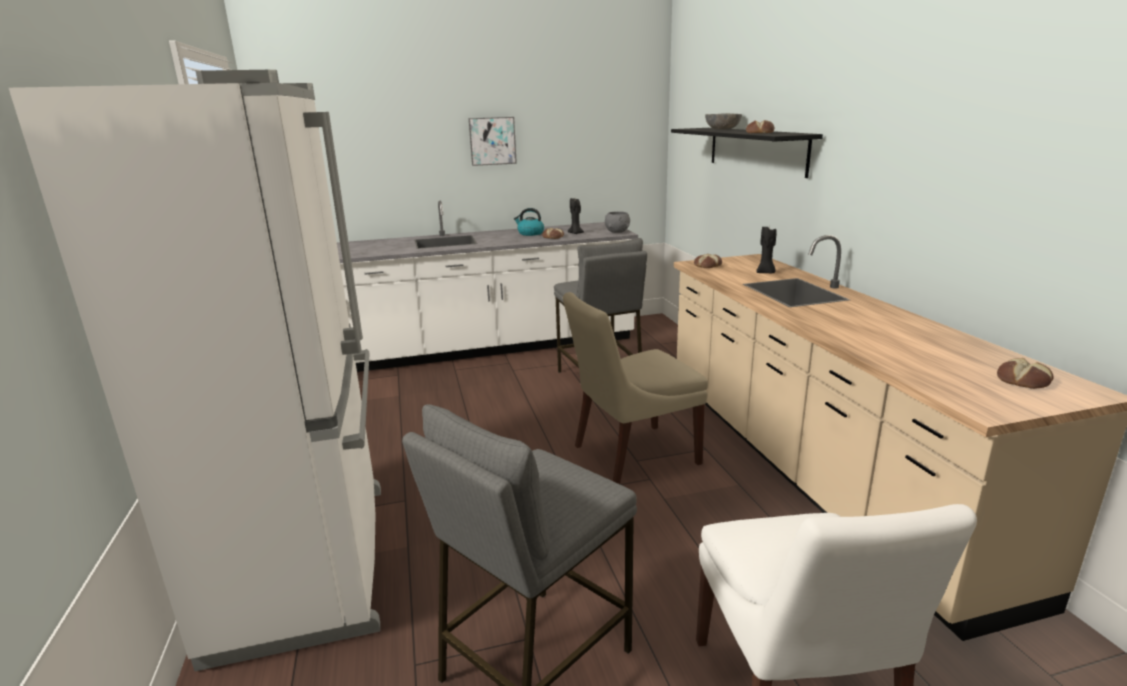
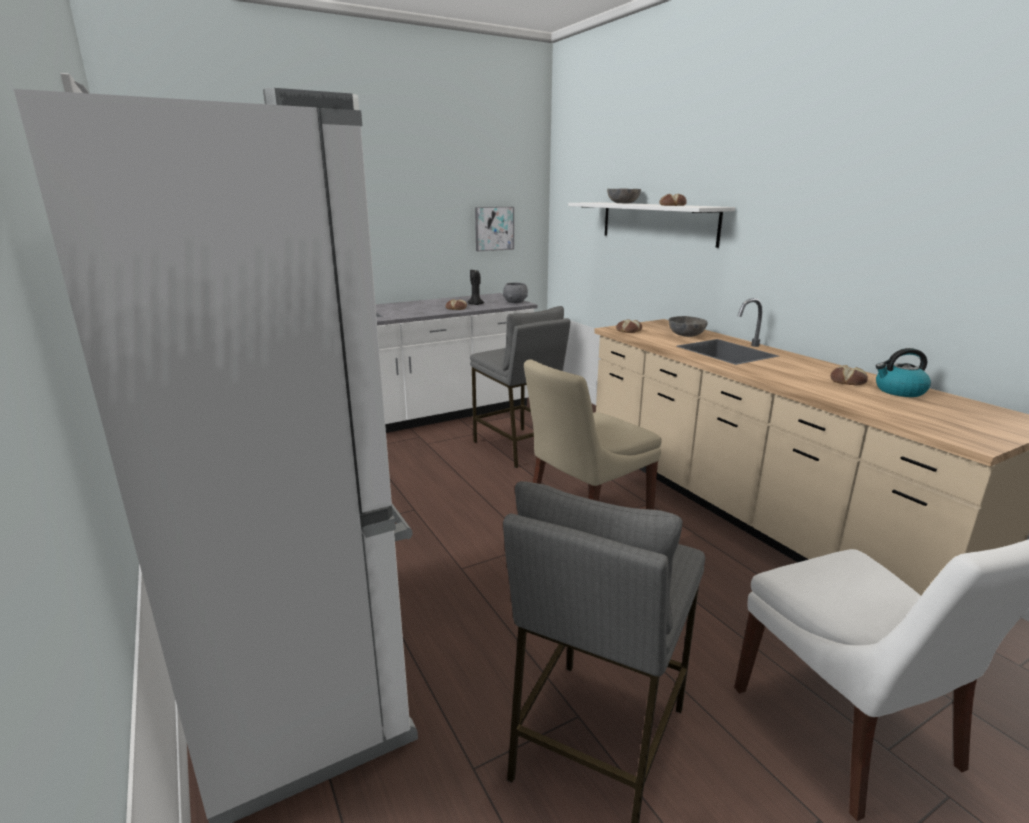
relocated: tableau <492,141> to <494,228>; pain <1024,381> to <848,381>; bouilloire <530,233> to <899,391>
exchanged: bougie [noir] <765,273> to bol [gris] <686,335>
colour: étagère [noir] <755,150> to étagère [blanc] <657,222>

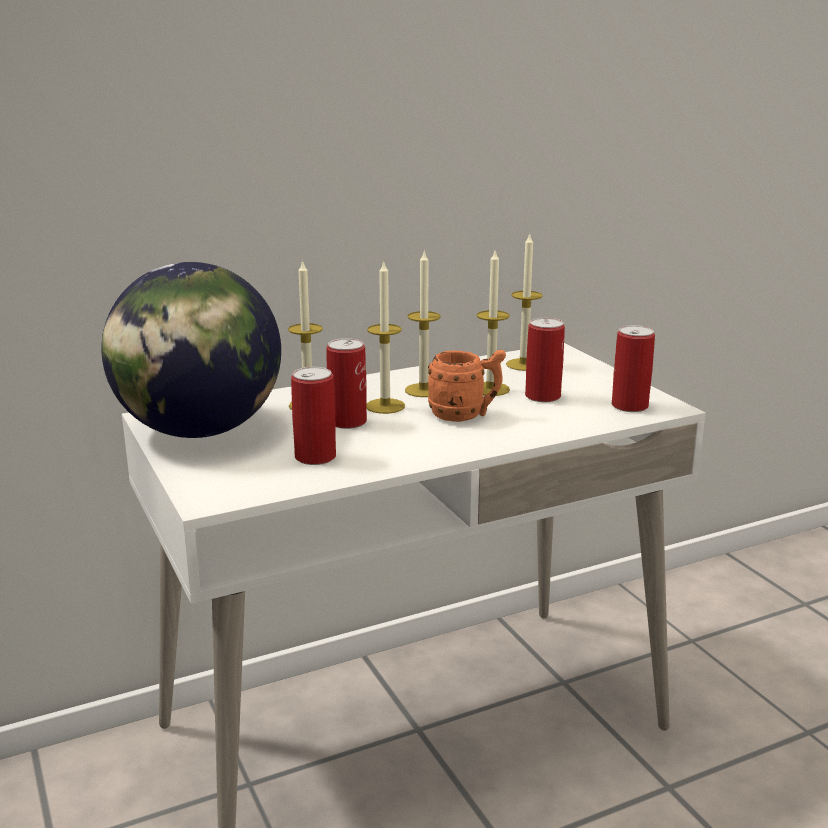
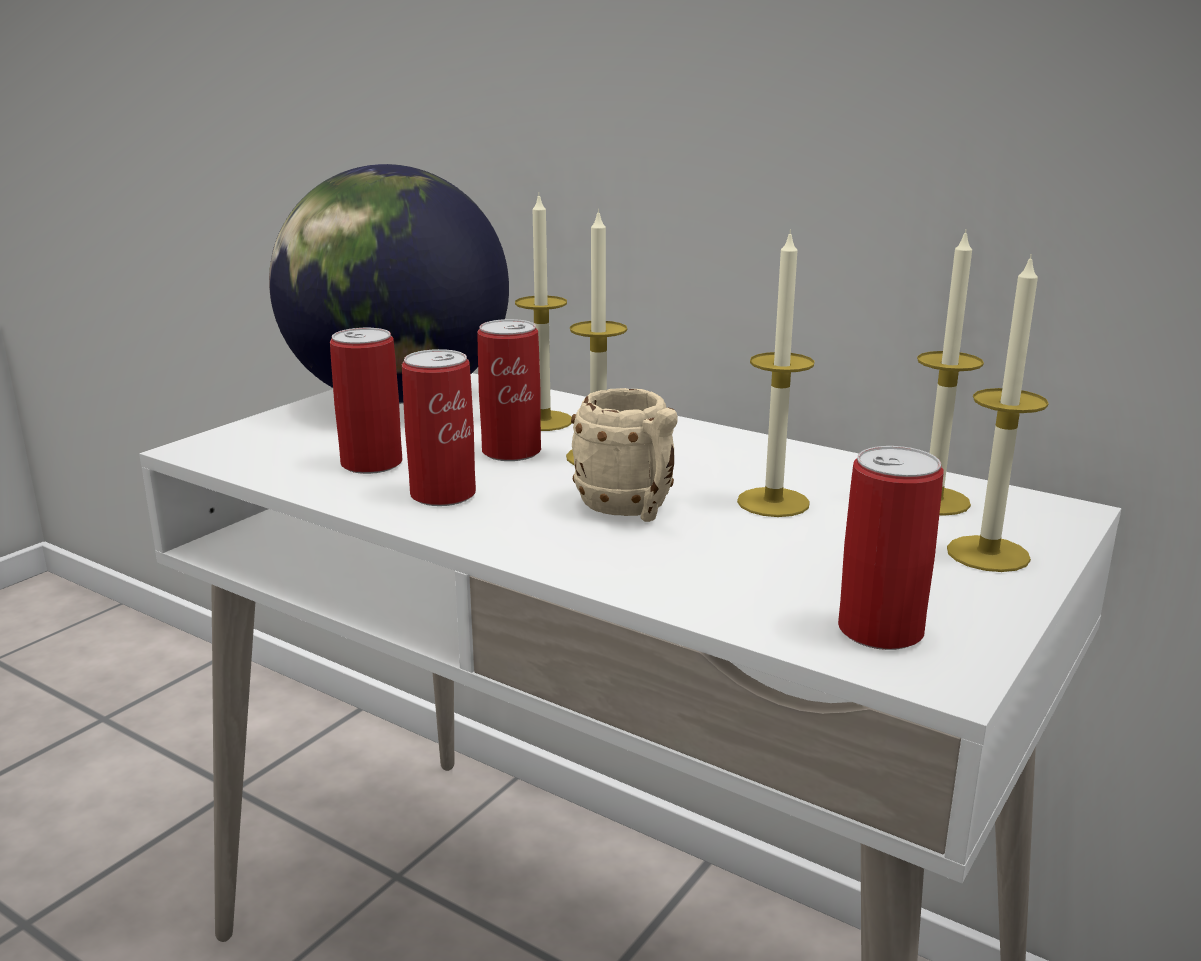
relocated: boîte métallique <542,396> to <443,494>; bougie <423,390> to <988,554>
colour: mug [orange] <465,415> to mug [beige] <632,510>

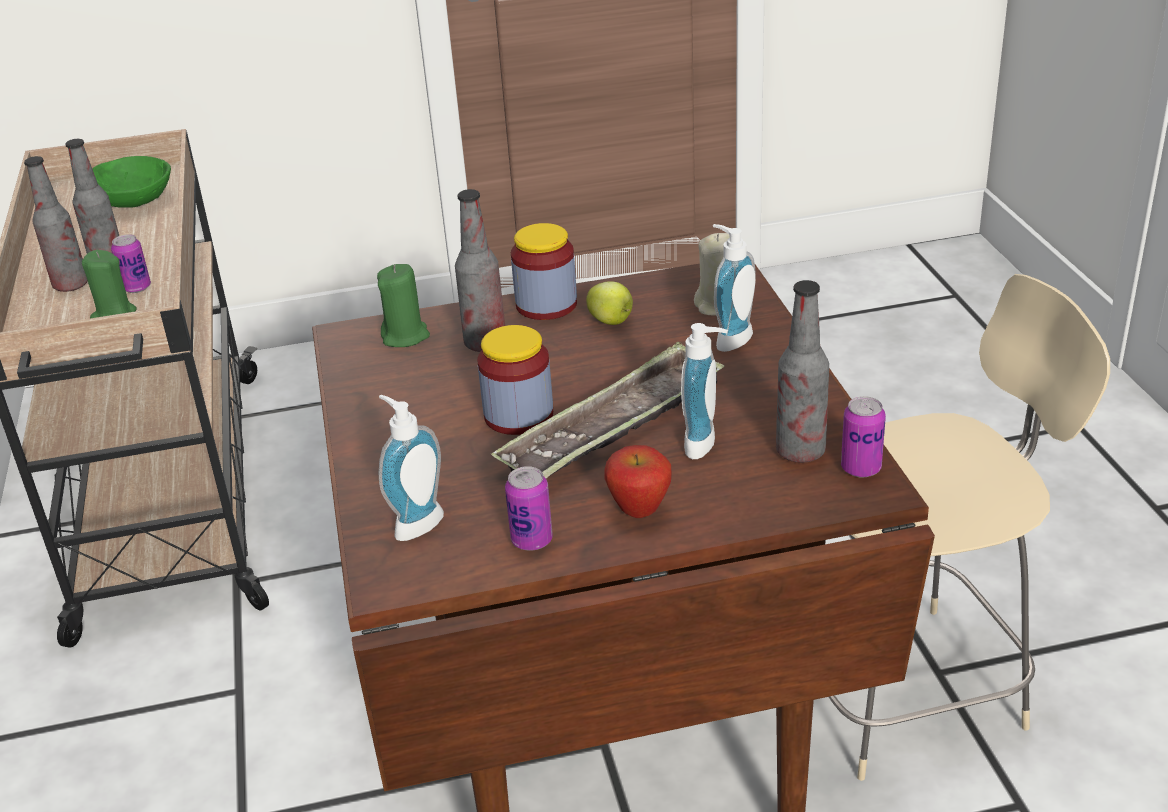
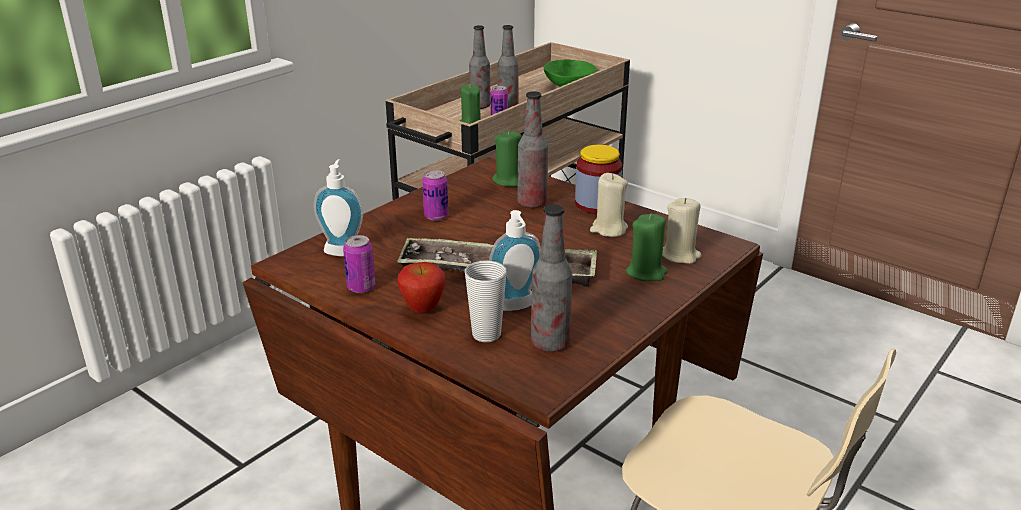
missing: bocal <518,415>
appeared: tasse <486,334>
relocated: boîte métallique <861,468> to <436,216>
exchanged: pomme <612,322> to bougie [beige] <608,229>; distributeur de savon <729,339> to bougie [vert] <646,273>

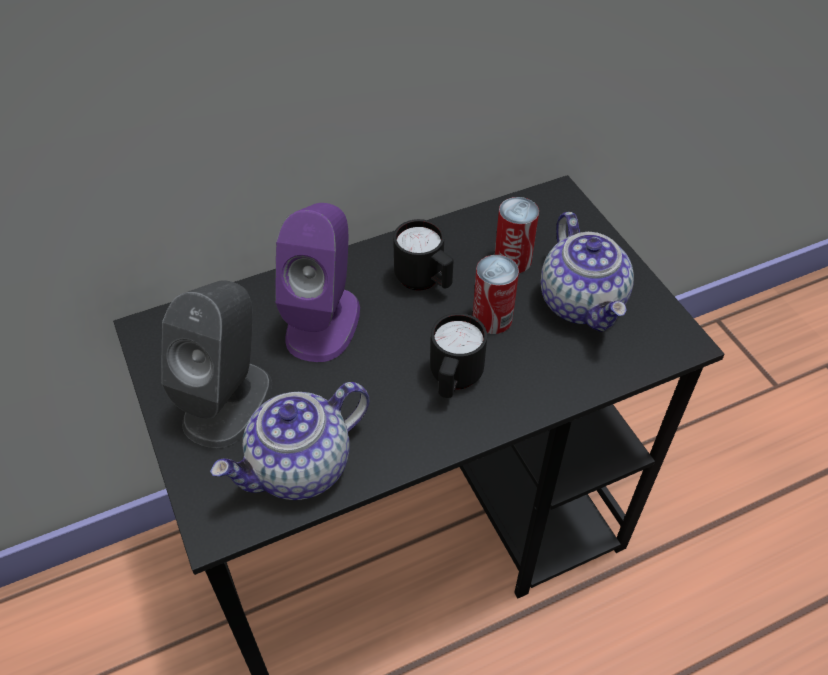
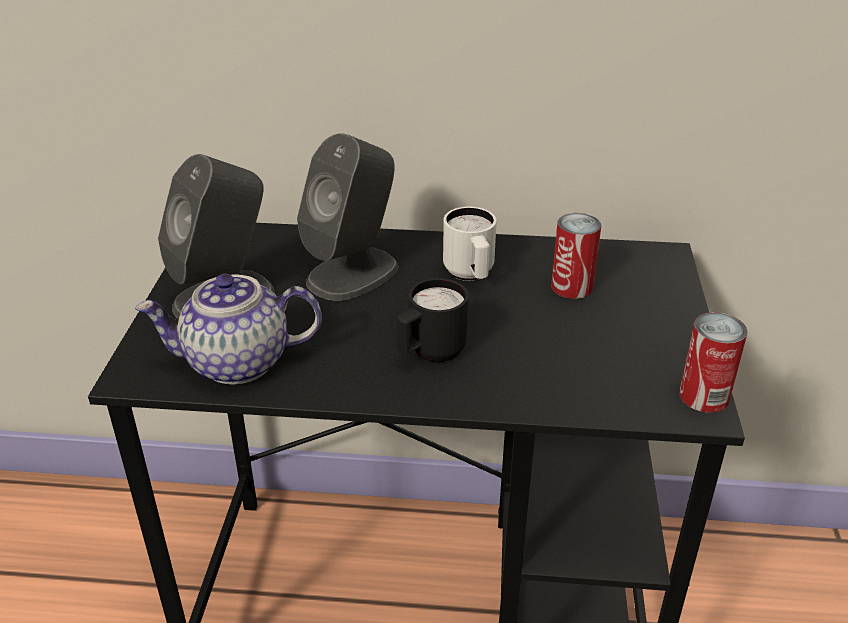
missing: théière <583,303>
relocated: boîte métallique <492,318> to <704,396>
colour: enceinte [violet] <323,322> to enceinte [gris] <353,273>; mug [noir] <424,281> to mug [blanc] <470,275>

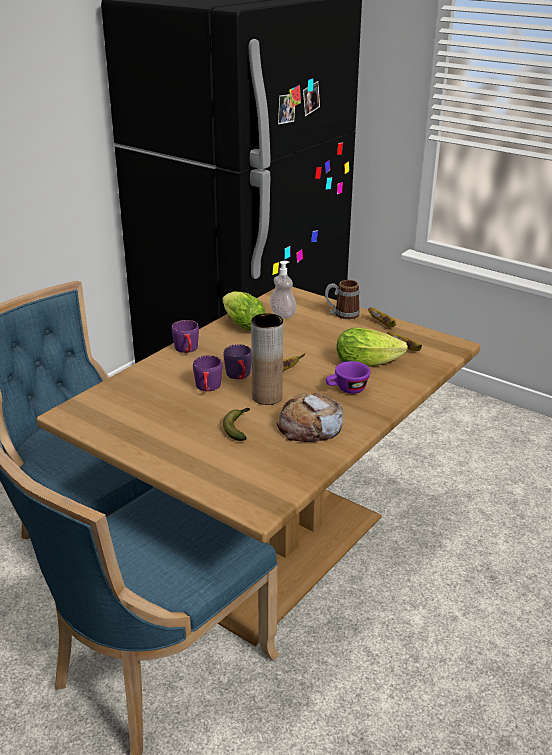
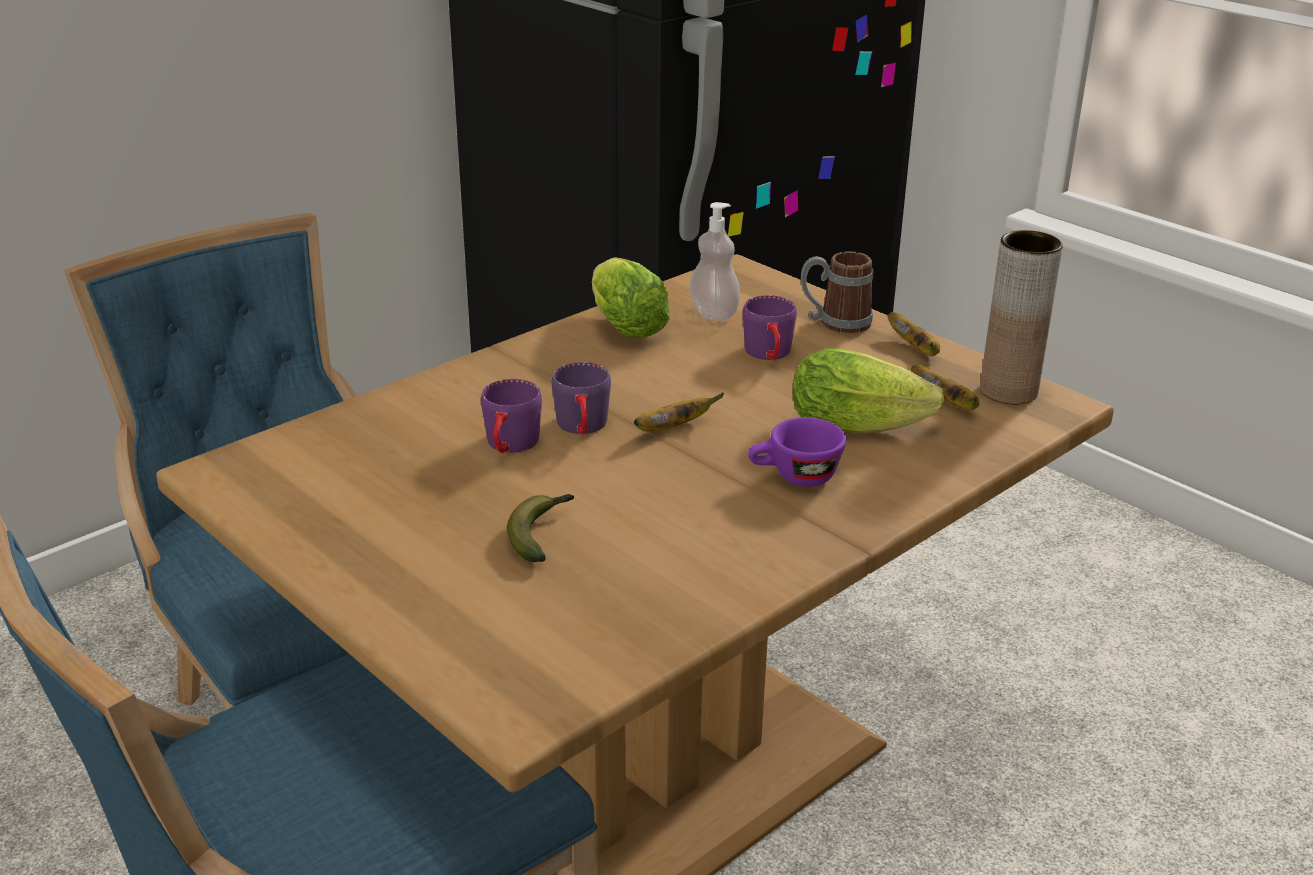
missing: pain <310,425>
relocated: mug [violet] <187,350> to <770,355>; vase [marron] <267,397> to <1008,391>

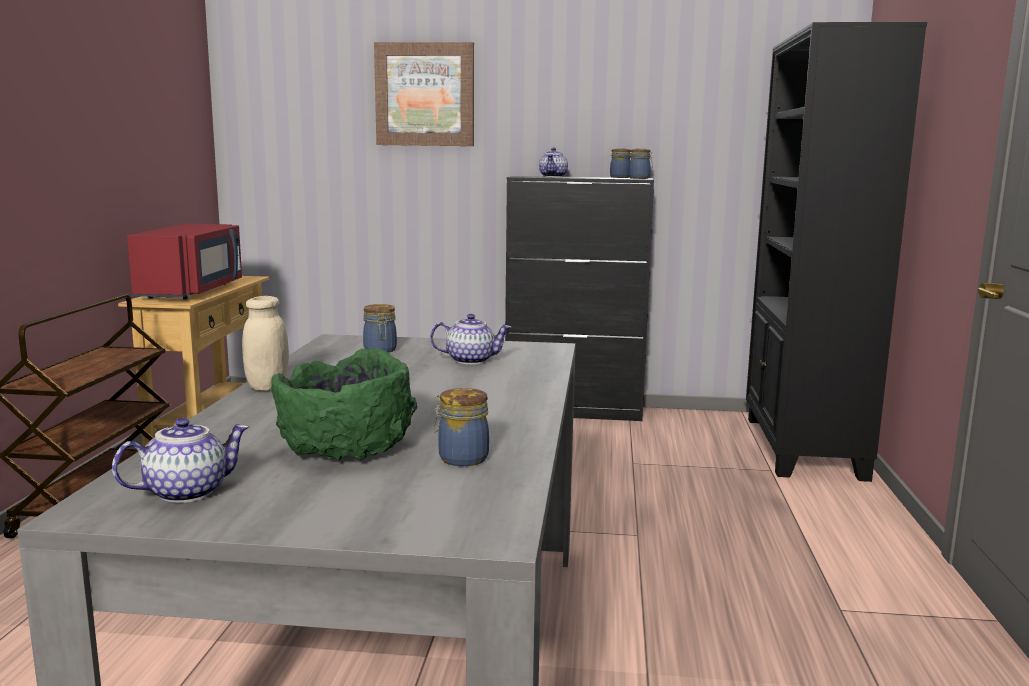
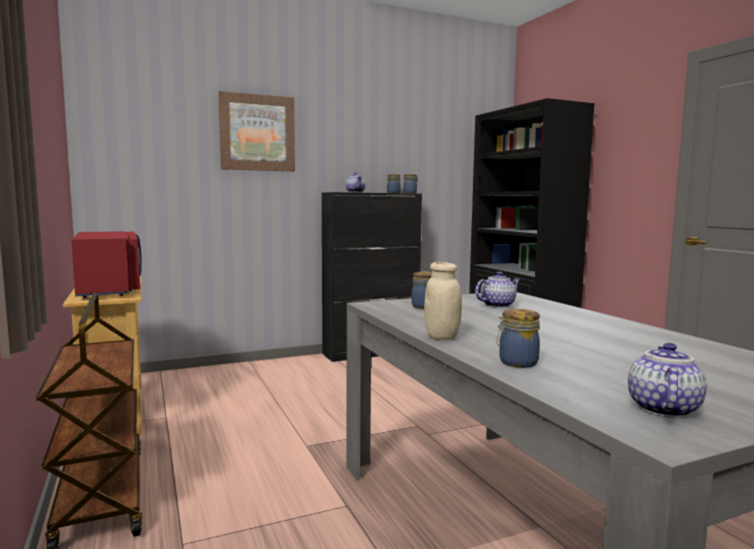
missing: bol [vert] <346,447>
relocated: bocal <461,458> to <516,363>

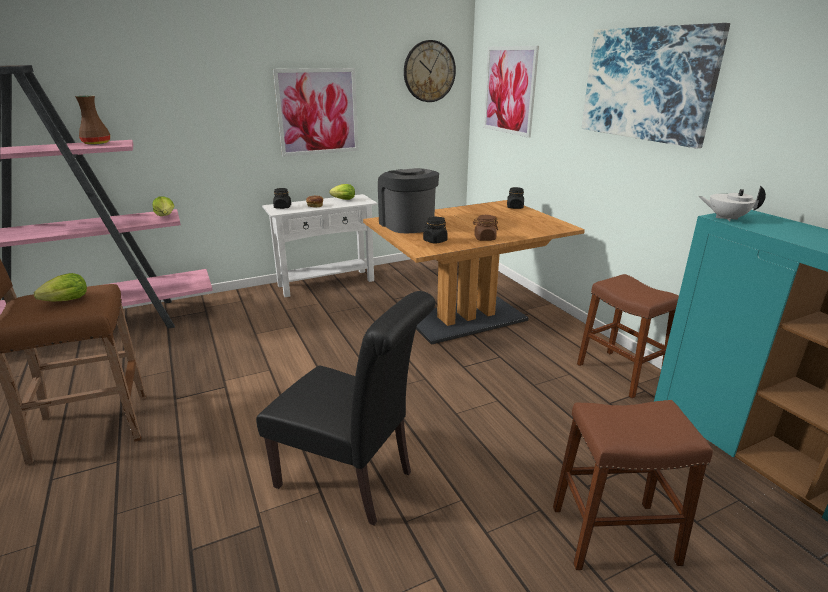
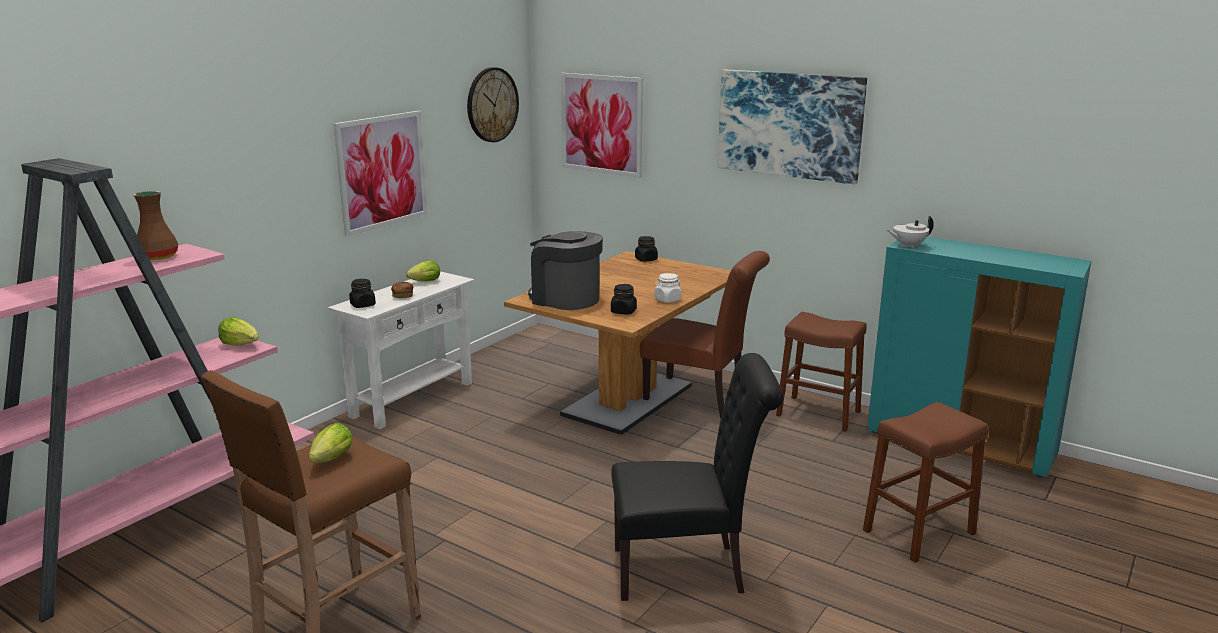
appeared: chaise [marron] <701,401>
colour: bocal [marron] <484,238> to bocal [blanc] <667,300>

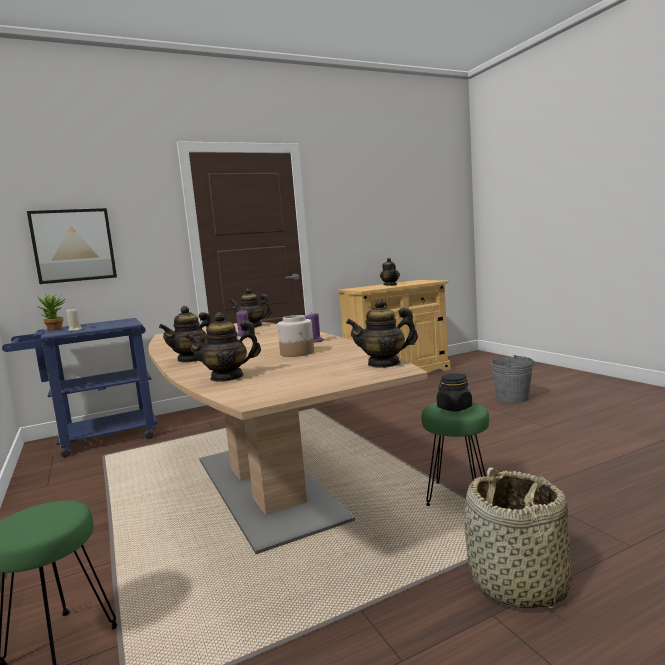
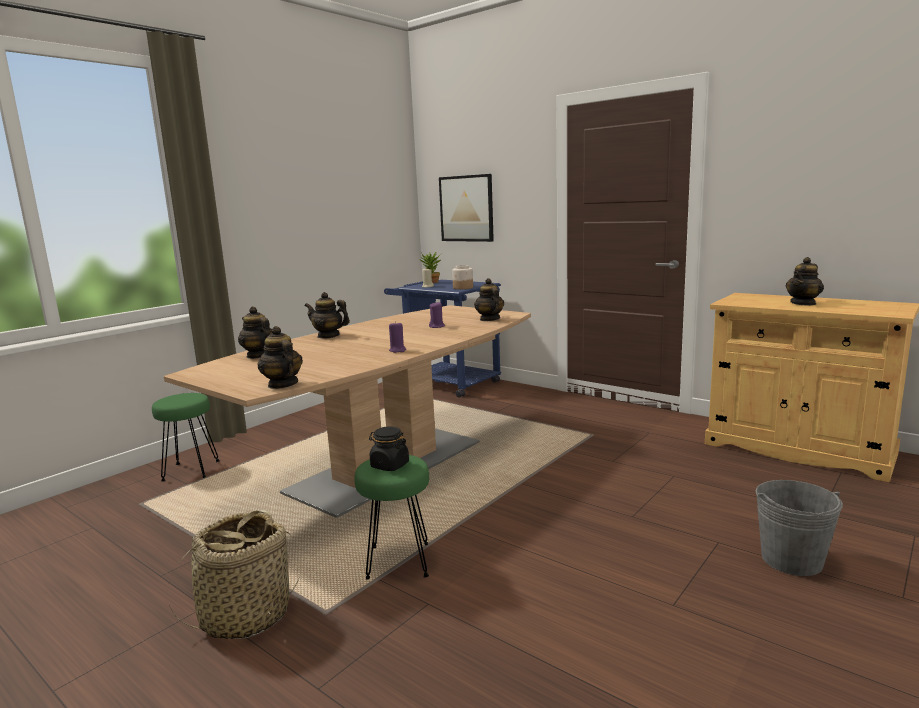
relocated: bocal <297,353> to <463,288>

